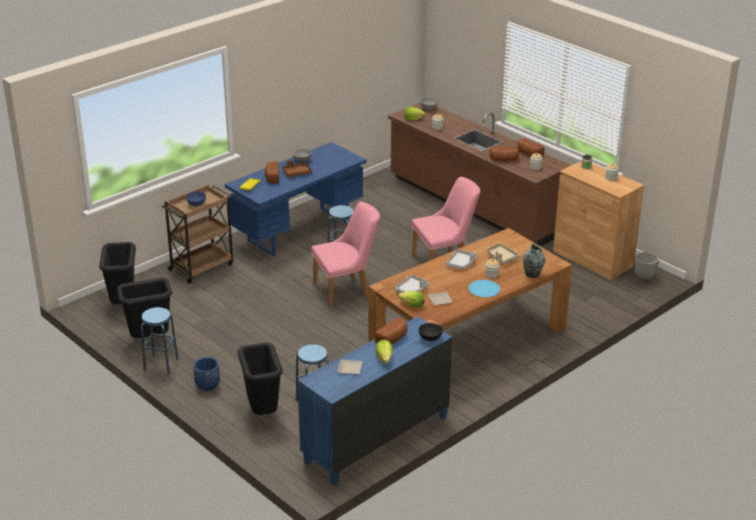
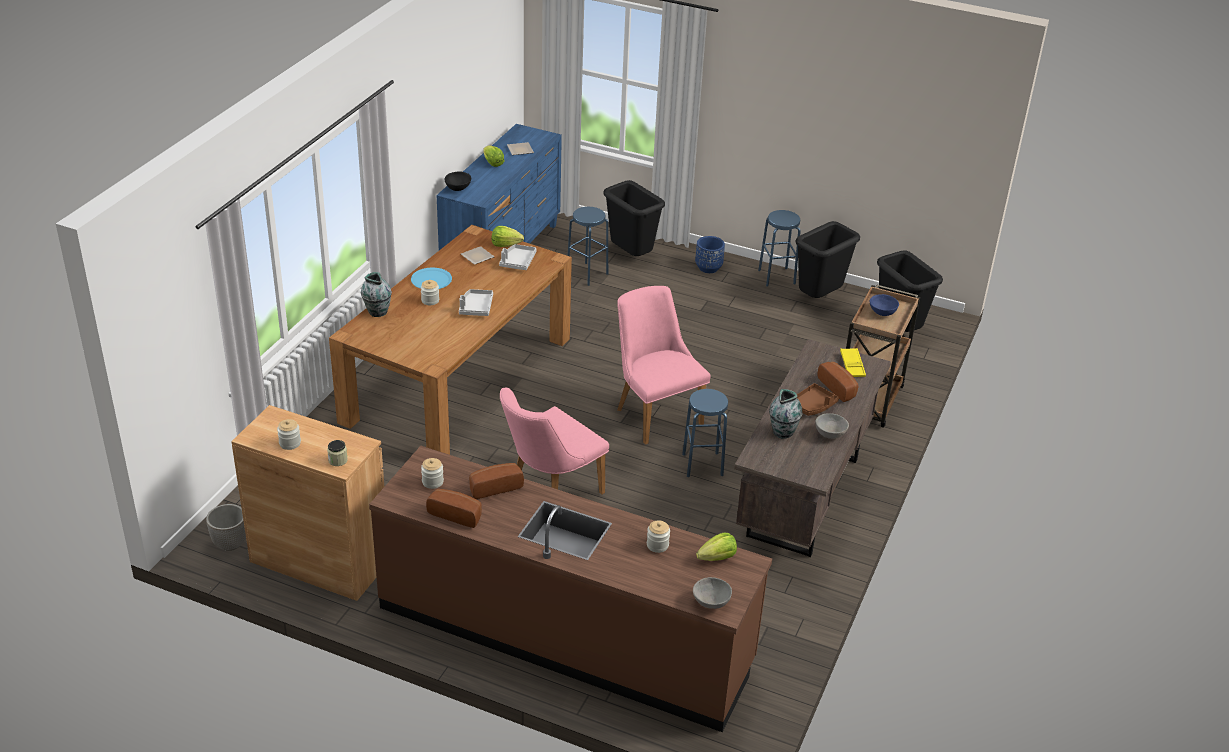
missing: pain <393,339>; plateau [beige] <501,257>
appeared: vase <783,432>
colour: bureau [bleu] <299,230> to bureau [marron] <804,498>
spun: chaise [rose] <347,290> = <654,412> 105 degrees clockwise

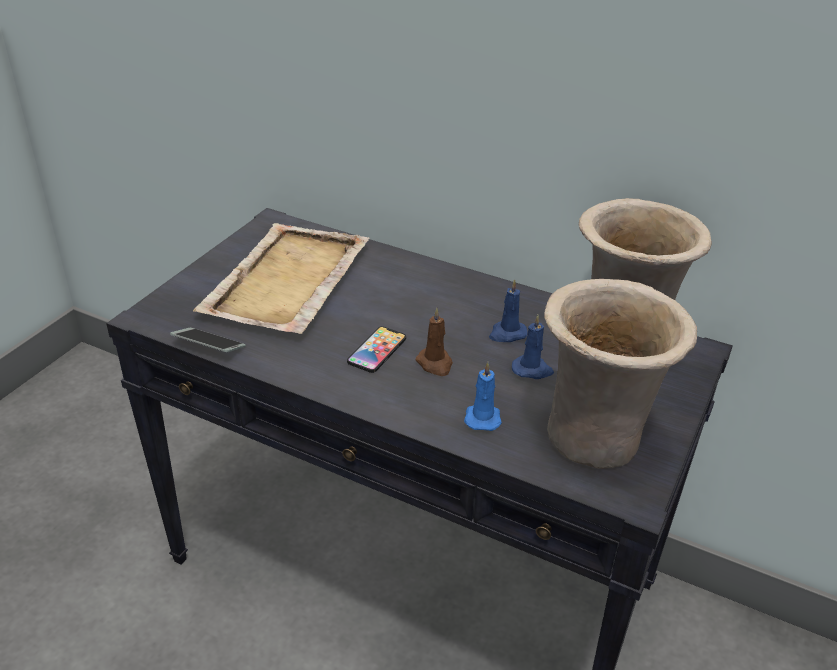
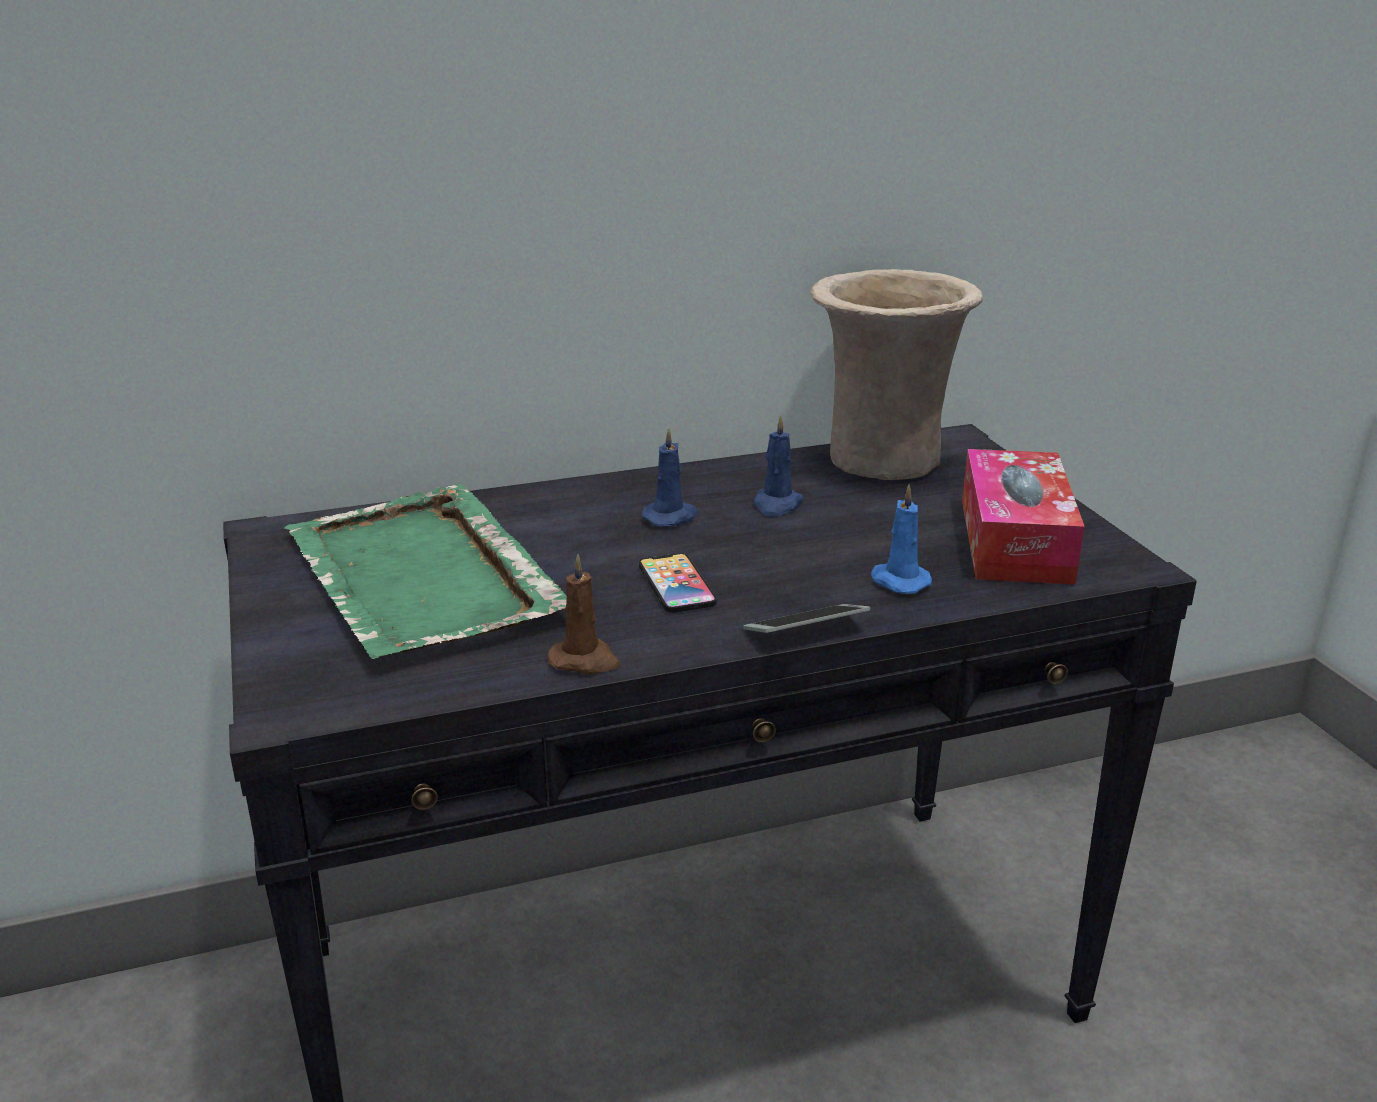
relocated: bougie [marron] <435,364> to <585,661>; bougie [bleu] <532,370> to <671,517>; téléphone <209,346> to <805,630>
exchanged: vase [beige] <596,436> to boîte à mouchoirs <1015,540>
colour: plateau [beige] <286,282> to plateau [vert] <423,579>

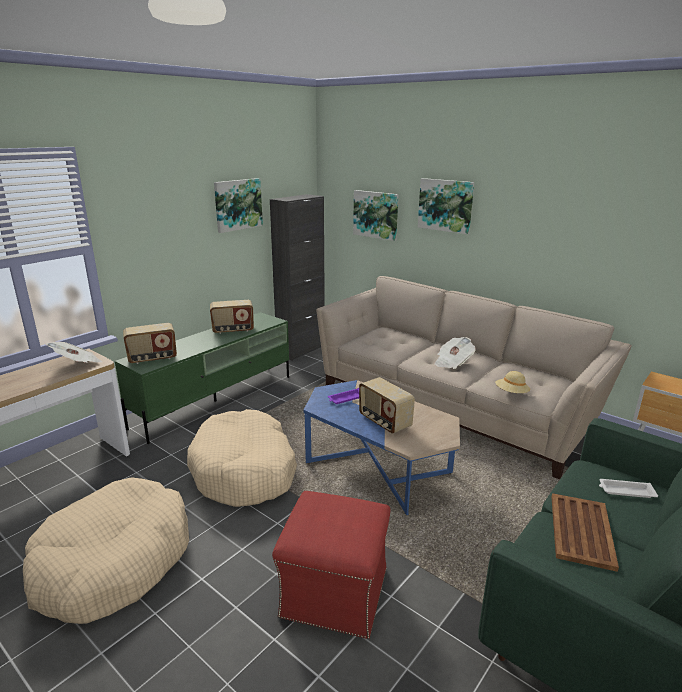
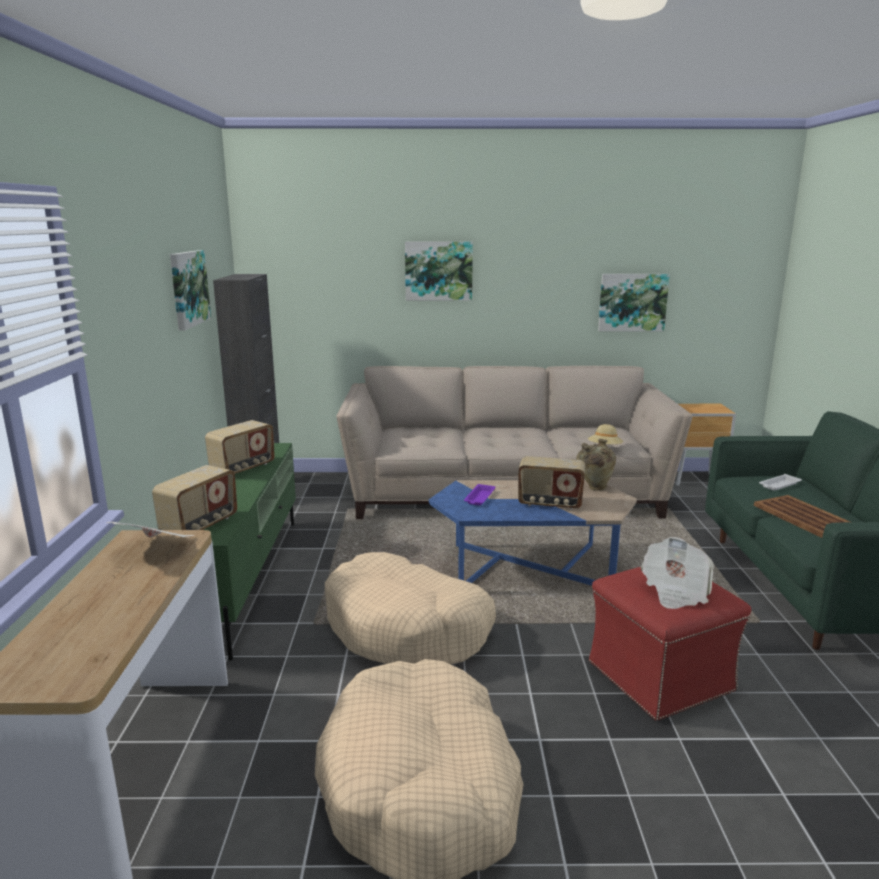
appeared: vase [beige] <594,488>
relocated: tableau <376,214> to <632,302>; journal <452,362> to <675,591>

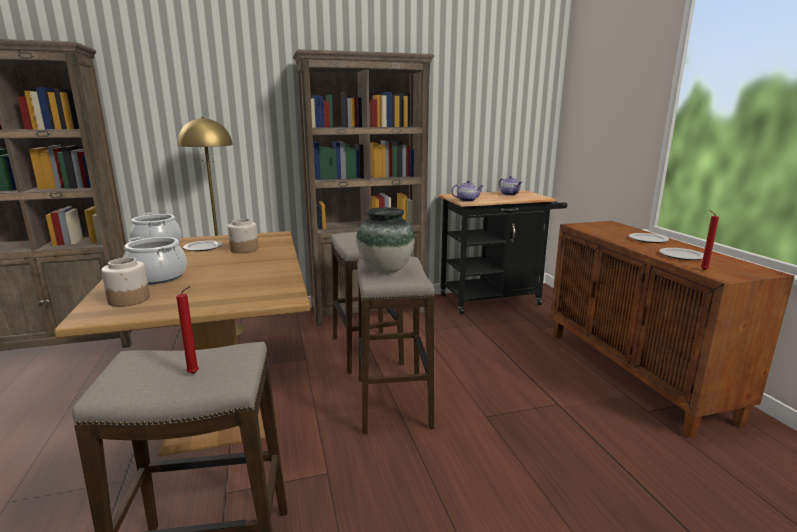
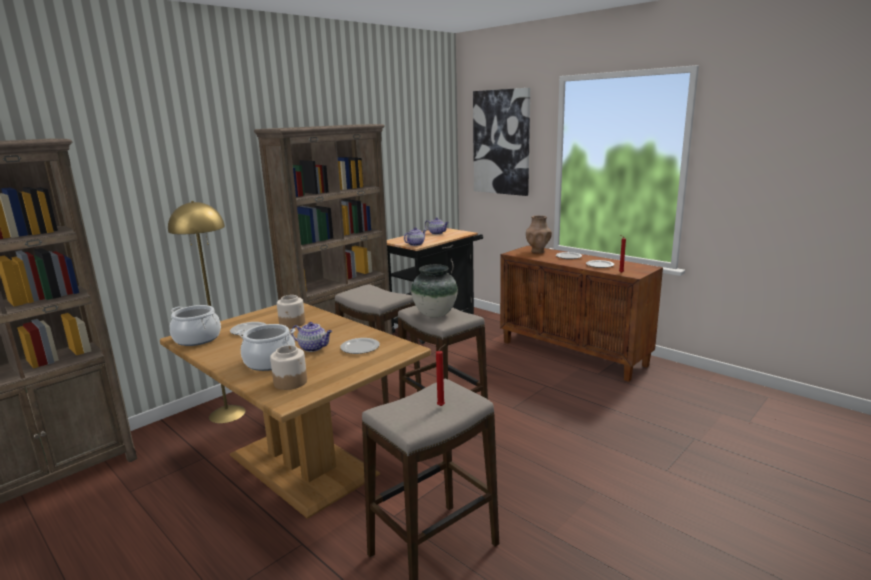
appeared: théière <314,348>; assiette <360,347>; tableau <501,142>; vase [marron] <538,251>

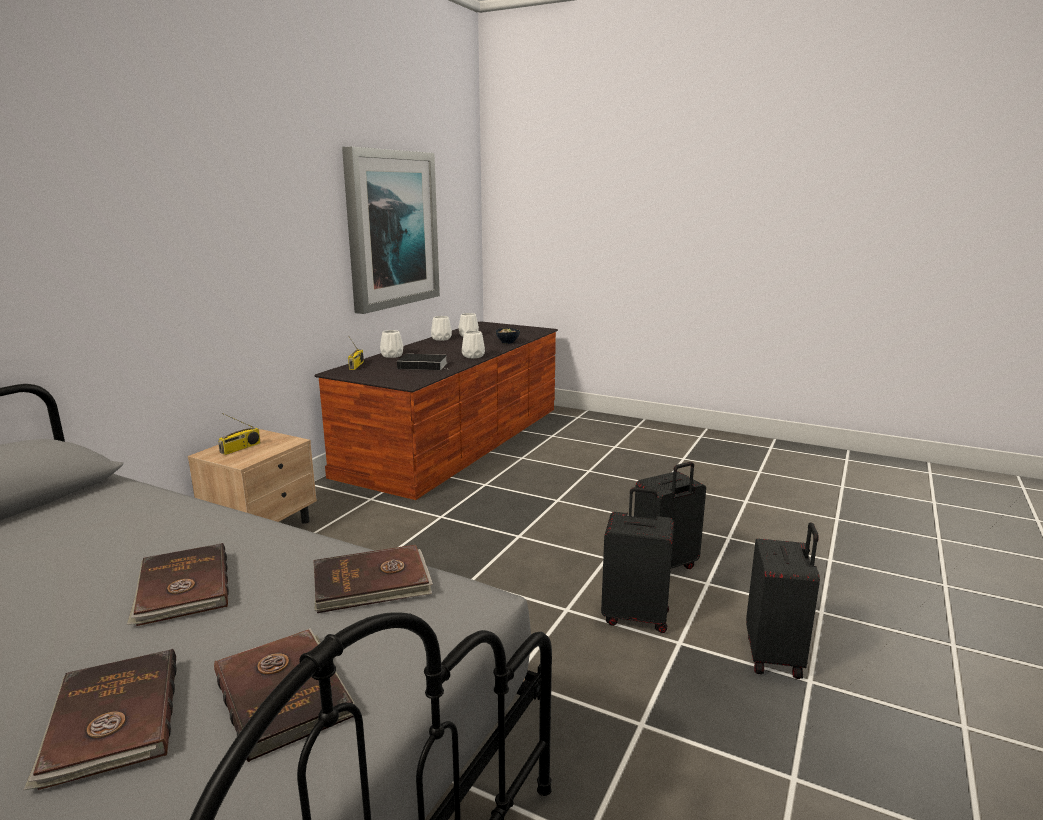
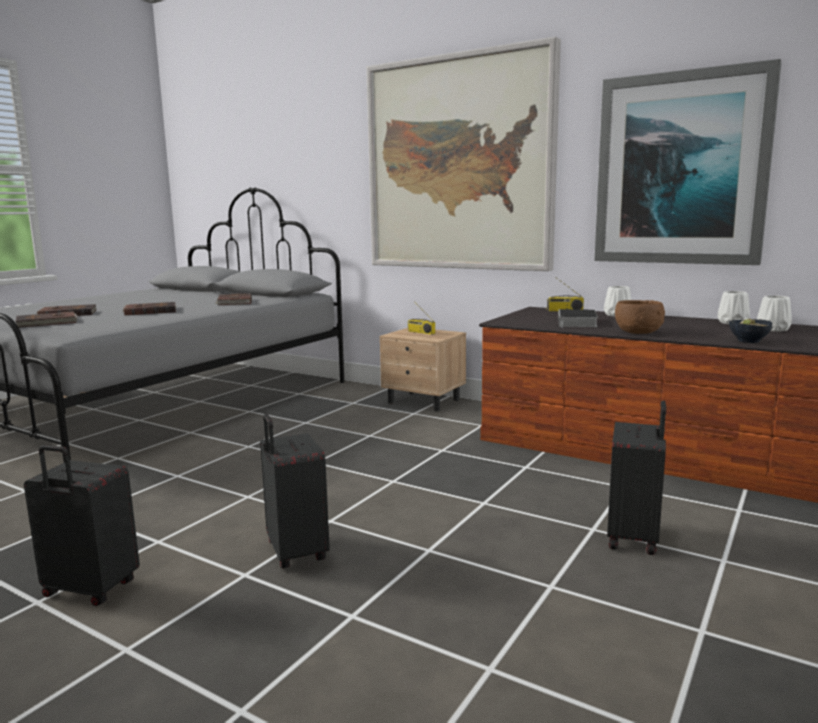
appeared: tableau <459,164>
relocated: livre [marron] <372,583> to <234,302>; valise [noir] <636,616> to <634,538>
exchanged: vase [blanc] <472,356> to bol [marron] <637,332>

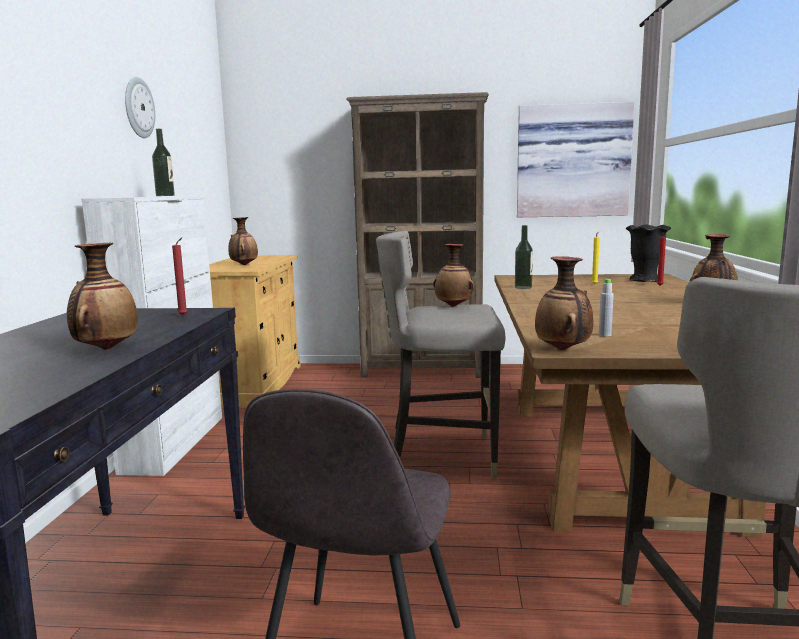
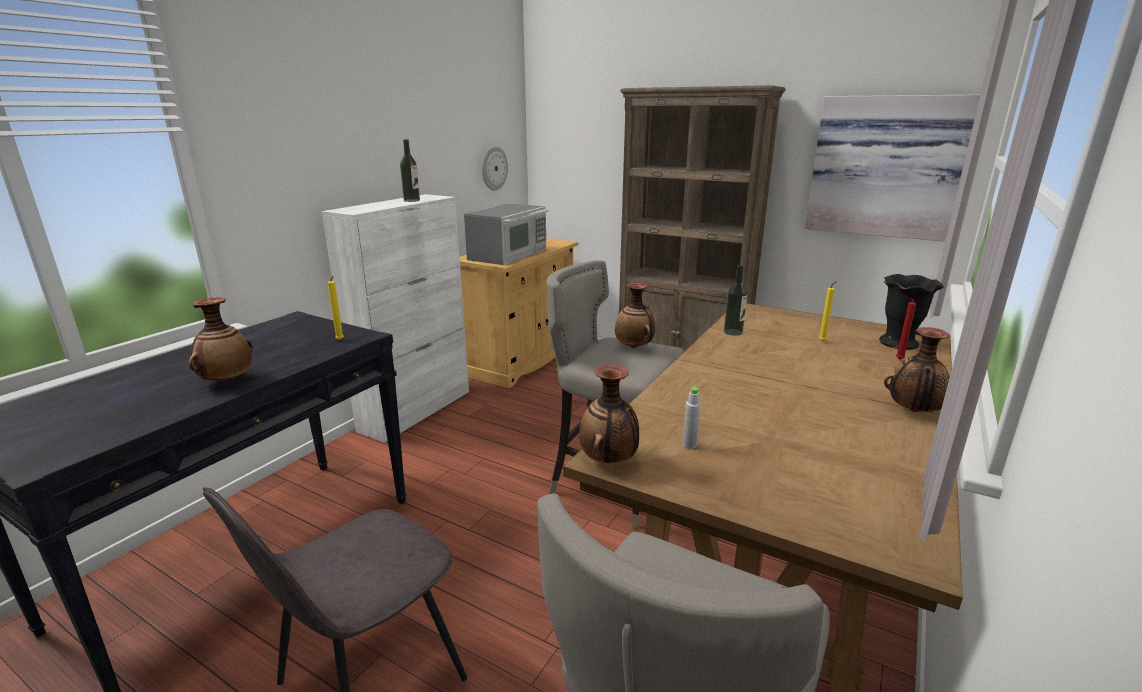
relocated: horloge murale <138,108> to <493,168>
exchanged: vase <243,265> to micro-ondes <509,254>
colour: bougie [rouge] <184,315> to bougie [jaune] <340,340>

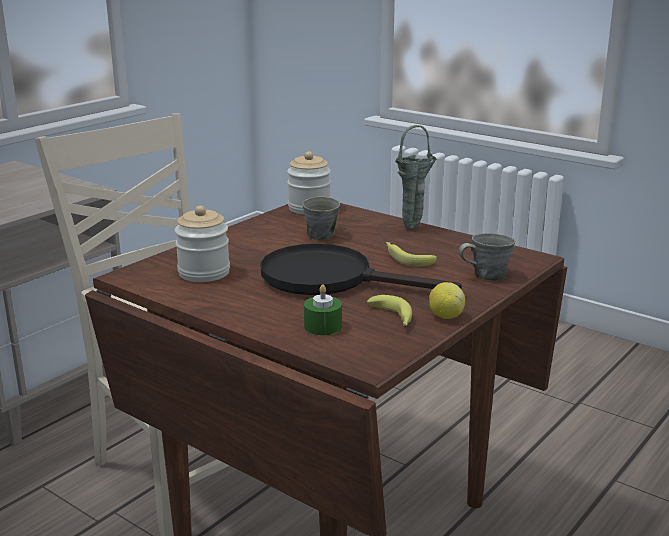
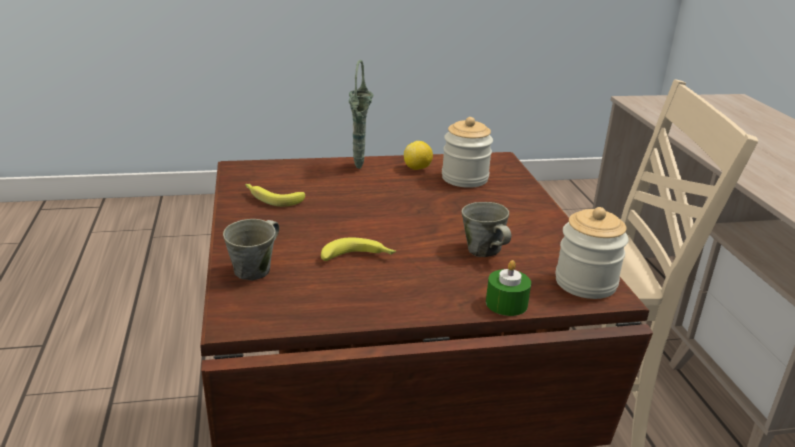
missing: poêle [noir] <331,279>
relocated: vase [vert] <414,227> to <358,168>; citron <446,316> to <417,168>; bougie [vert] <323,326> to <506,303>

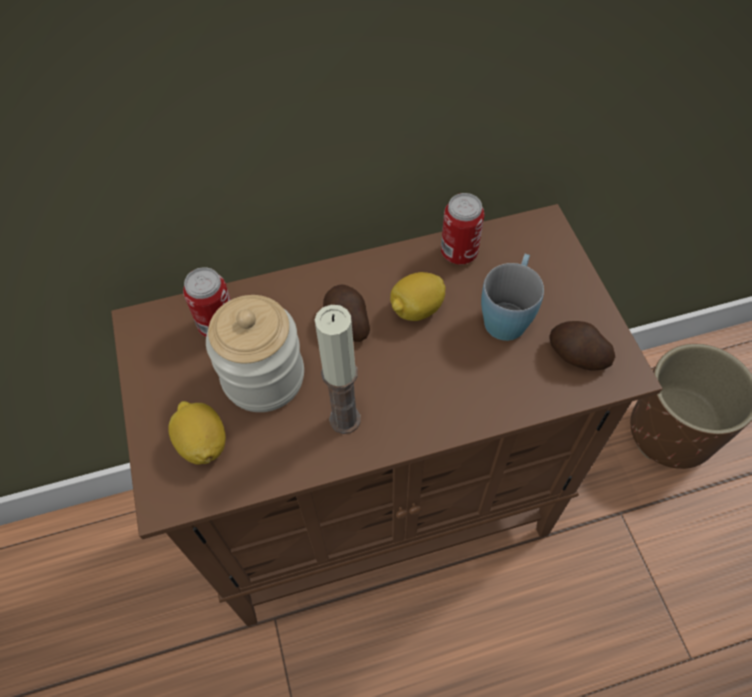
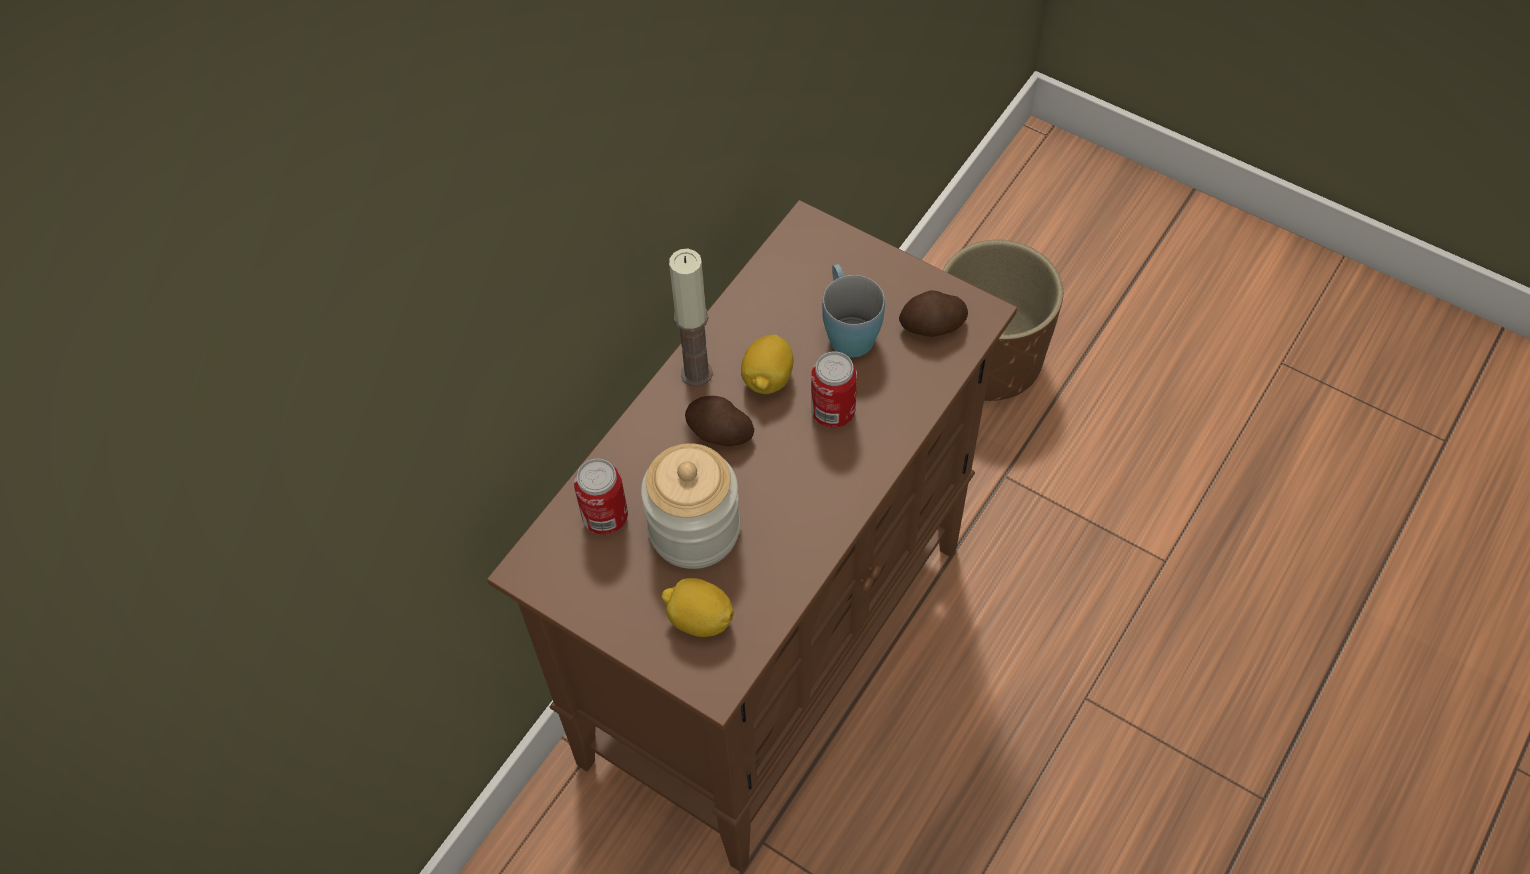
relocated: bougie <345,419> to <696,373>; boîte métallique <459,253> to <833,412>

